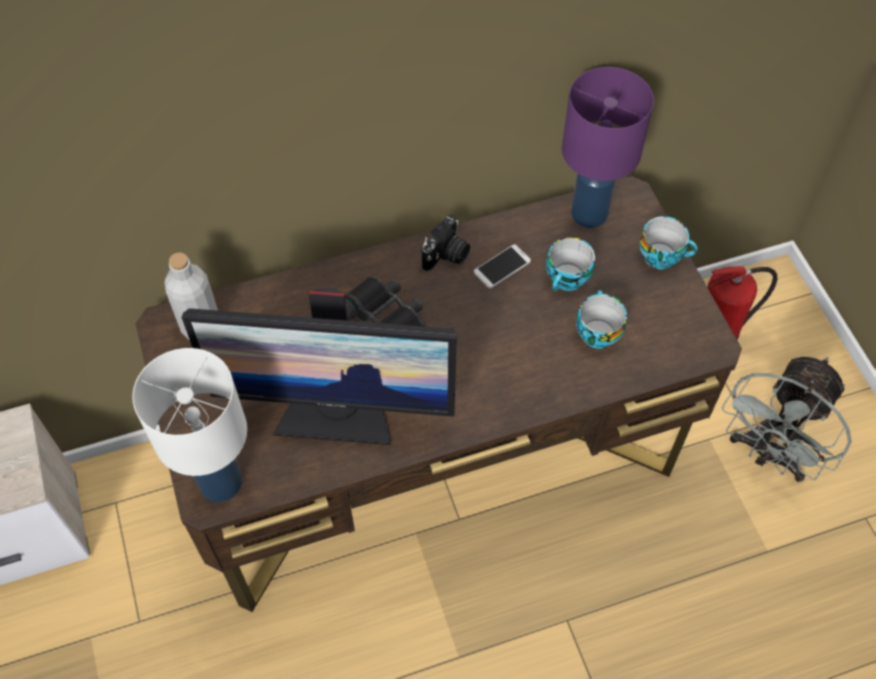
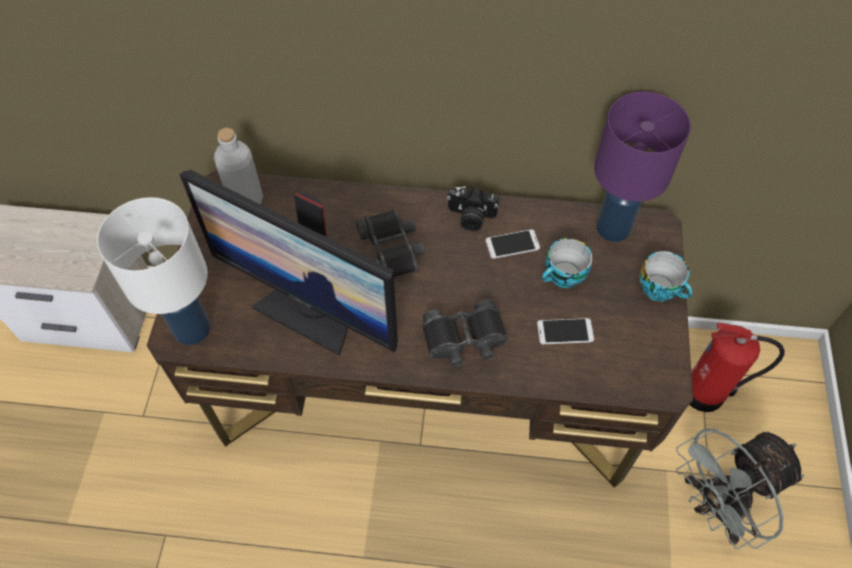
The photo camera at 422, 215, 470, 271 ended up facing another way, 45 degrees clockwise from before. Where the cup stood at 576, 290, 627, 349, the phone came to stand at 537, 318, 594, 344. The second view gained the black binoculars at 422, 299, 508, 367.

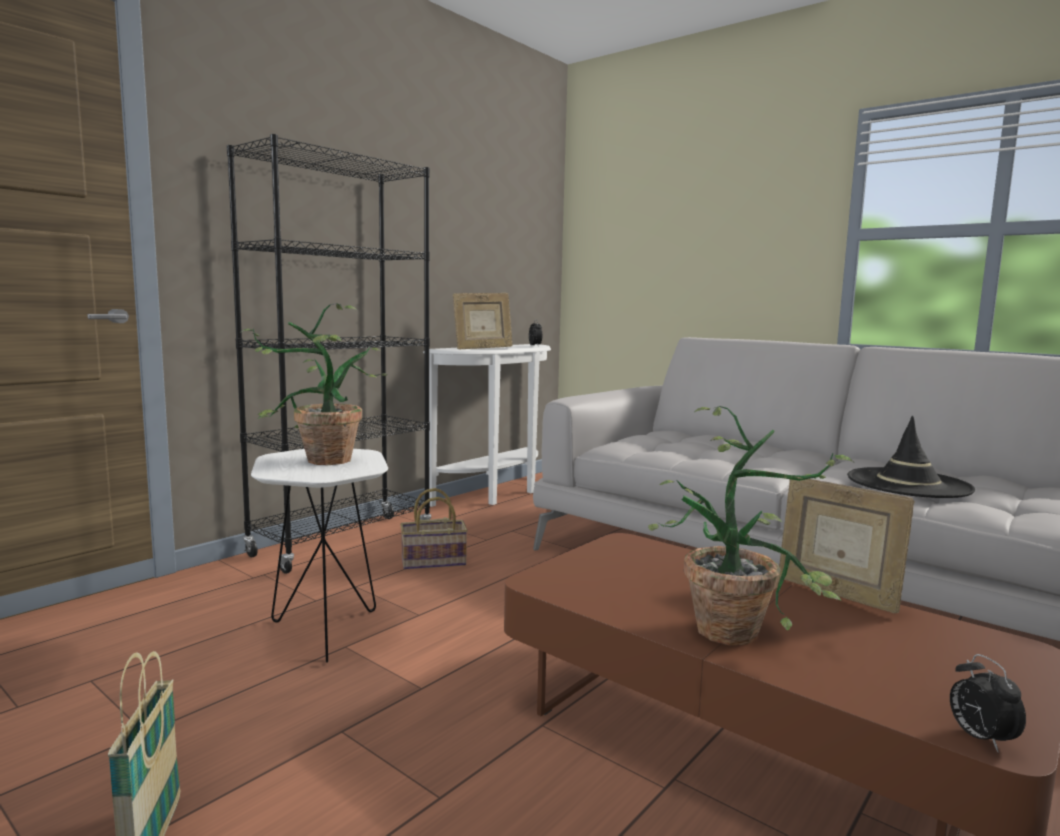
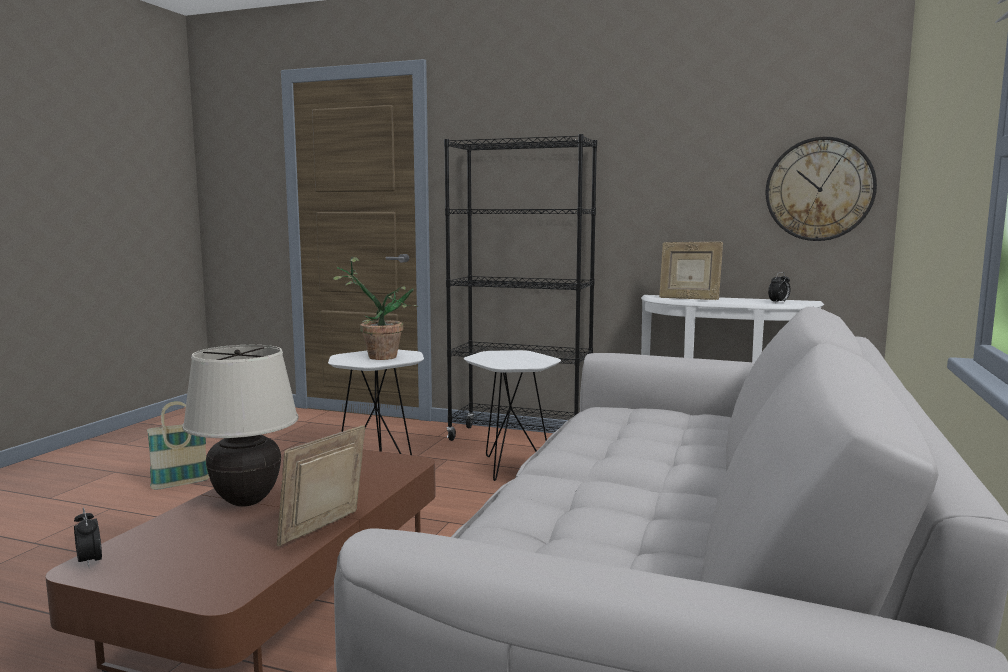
Where the basket stood at 400, 488, 468, 569, the white side table came to stand at 464, 350, 561, 481. Where the potted plant stood at 648, 406, 853, 645, the beige table lamp came to stand at 182, 345, 298, 507. The second view lost the black hat at 847, 415, 975, 498. The alarm clock at 950, 654, 1026, 753 ended up facing another way, 90 degrees counterclockwise from before. The second view gained the wall clock at 766, 137, 877, 241.

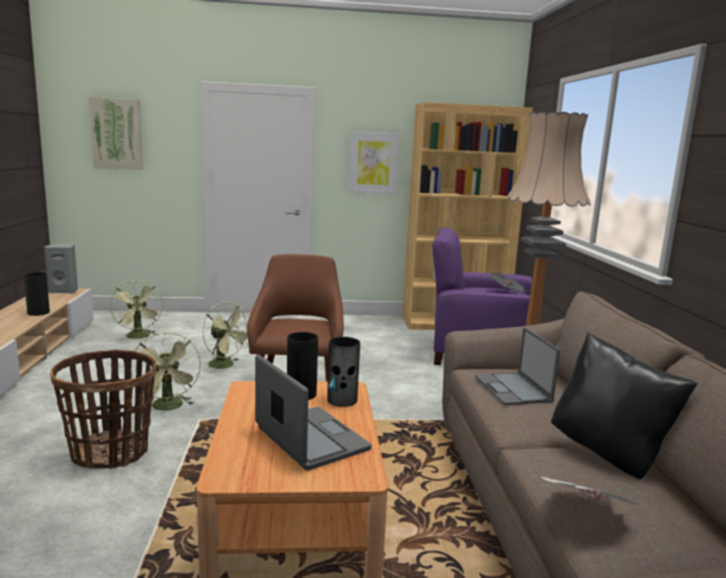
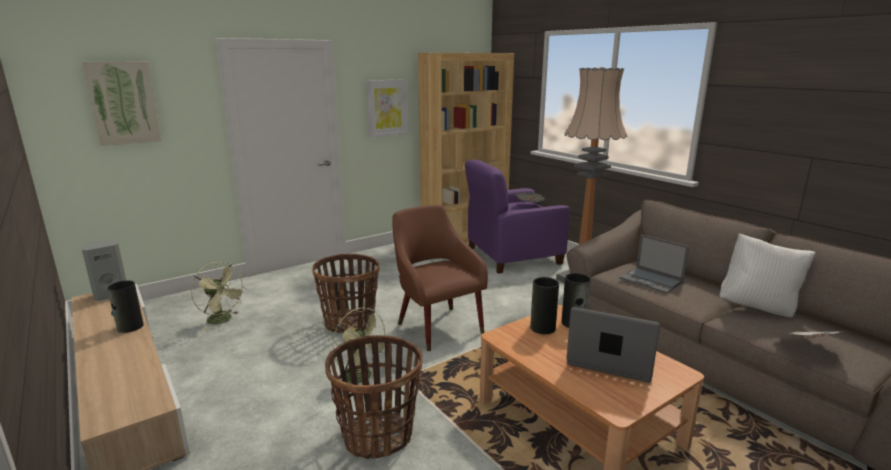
Where the green fan stood at 203, 302, 250, 373, the basket came to stand at 312, 254, 380, 333. What was the black pillow at 551, 332, 697, 479 turned into the white pillow at 720, 233, 816, 317.

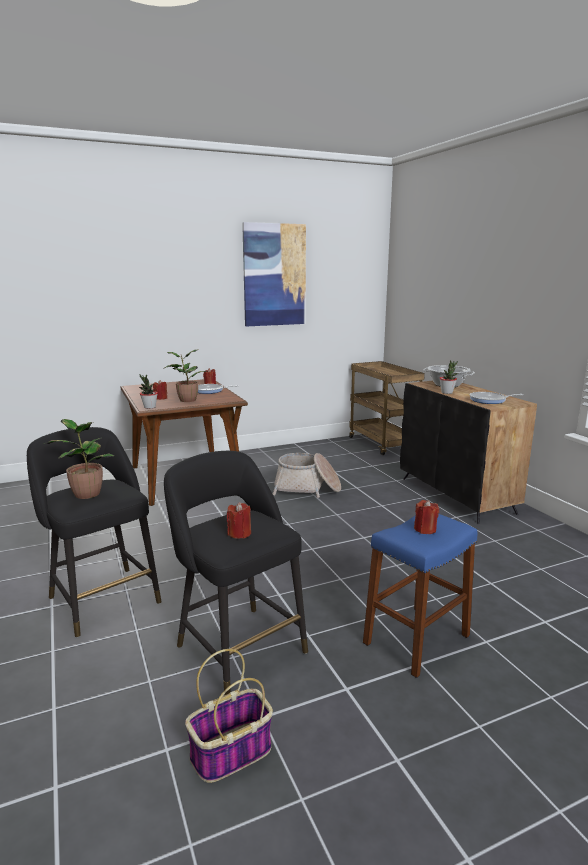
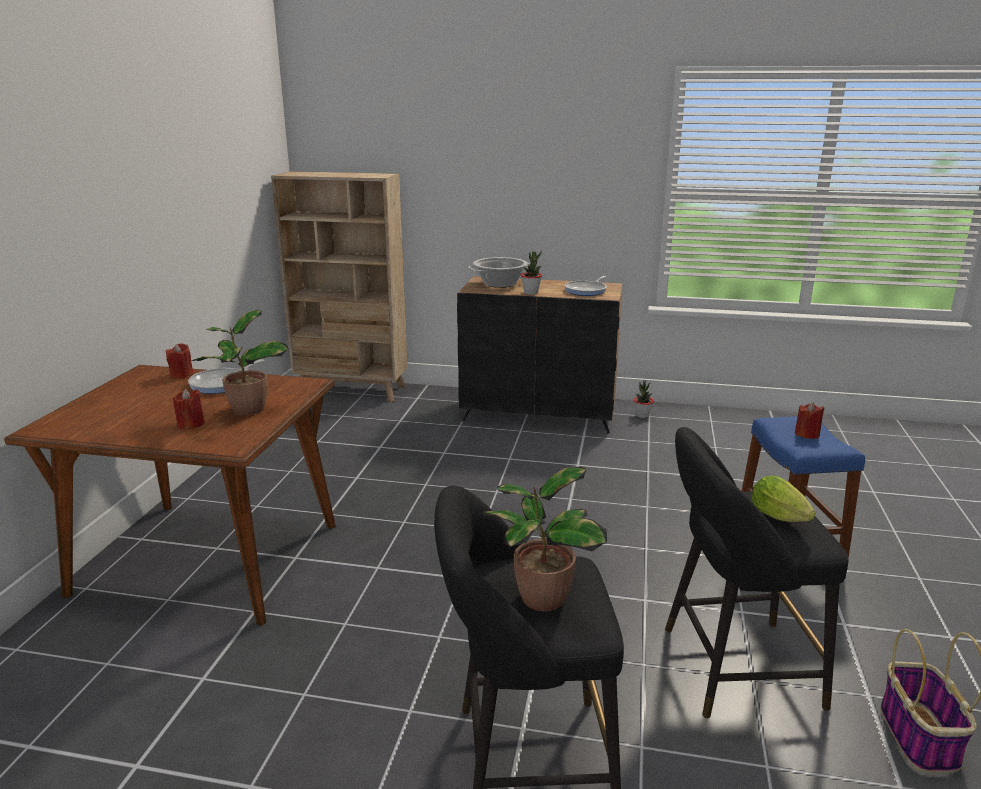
The potted plant ended up elsewhere, having gone from 139, 374, 158, 409 to 634, 380, 654, 418. Where the red candle stood at 227, 502, 251, 539, the lettuce came to stand at 751, 476, 816, 522. The second view lost the picture at 242, 222, 306, 327. The second view lost the basket at 273, 453, 341, 498. Where the brown cart stood at 349, 361, 425, 455, the beige bookcase came to stand at 271, 171, 408, 402.

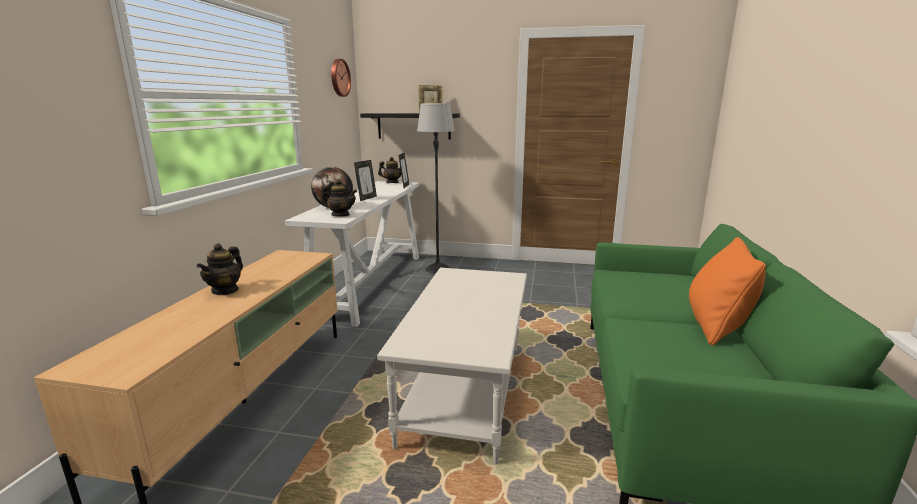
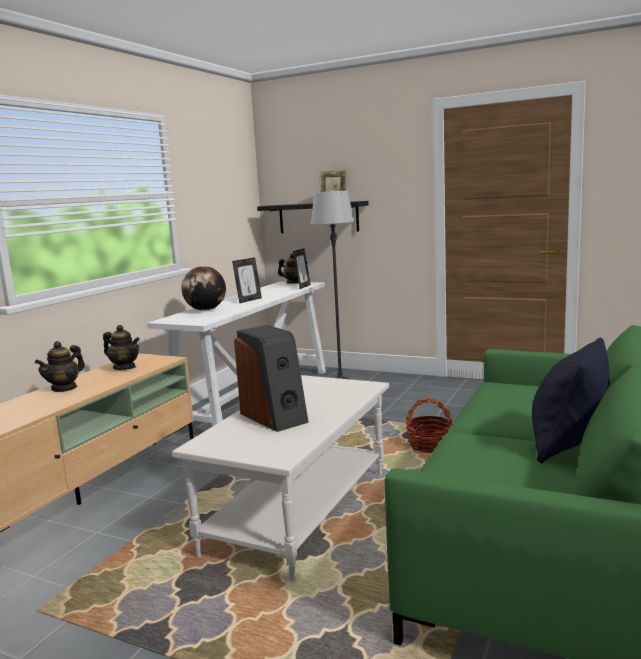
The teapot ended up elsewhere, having gone from 321, 179, 357, 216 to 103, 325, 140, 370. The second view lost the wall clock at 331, 59, 351, 97. What was the orange pillow at 689, 237, 766, 346 turned into the black pillow at 532, 338, 610, 463. The second view gained the speaker at 234, 325, 309, 432. The second view gained the basket at 406, 398, 453, 453.

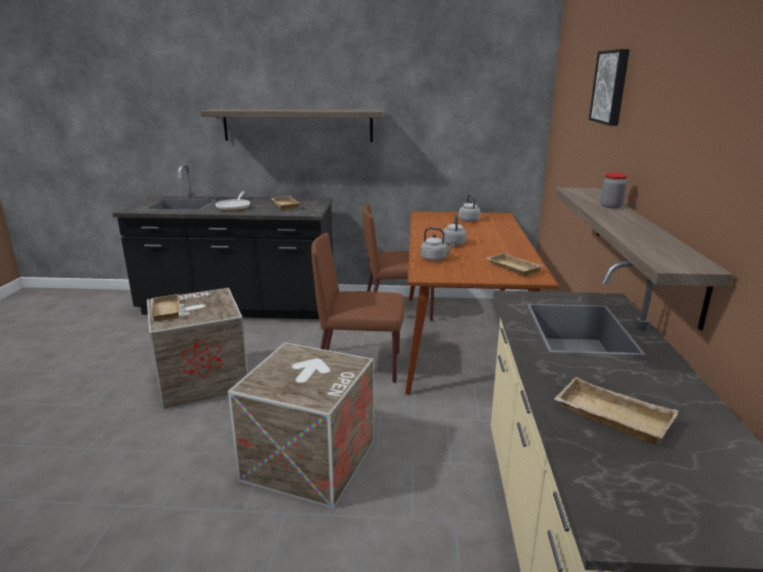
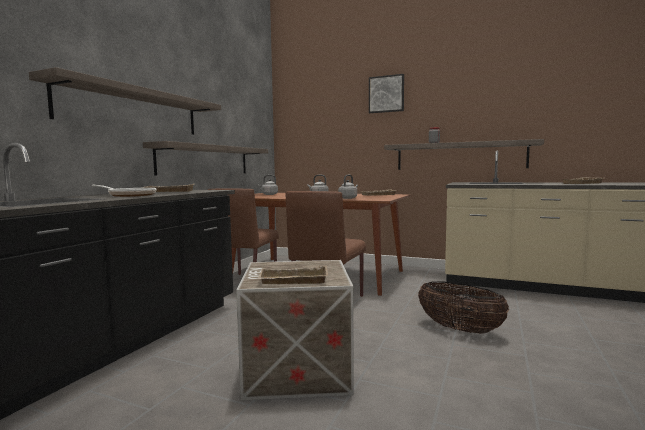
Where the crate stood at 228, 342, 374, 509, the basket came to stand at 418, 281, 510, 334. The second view gained the shelf at 143, 141, 268, 175.

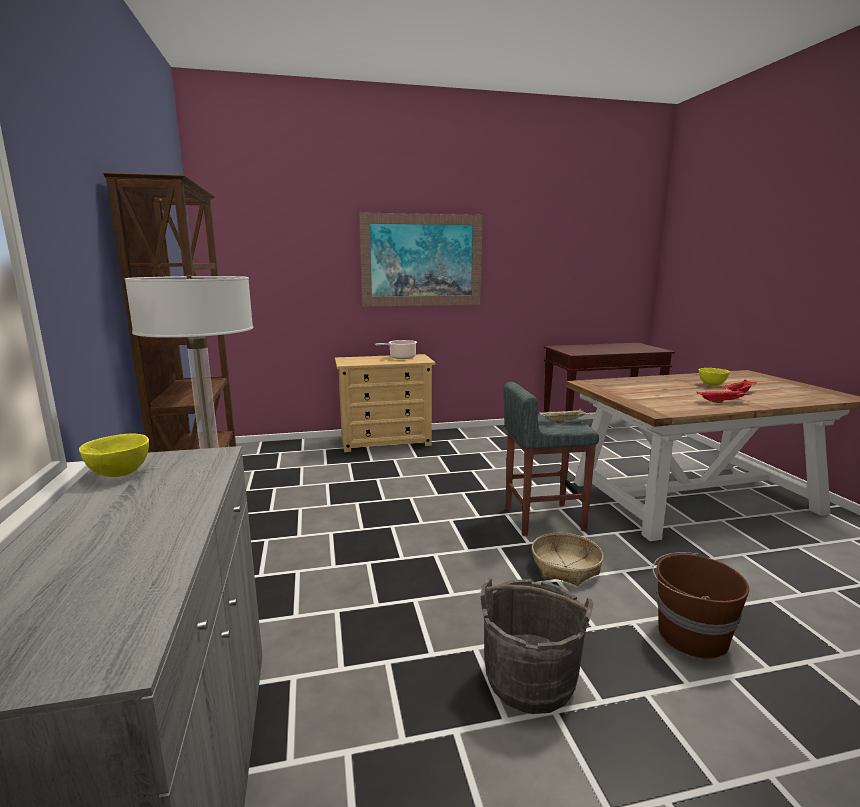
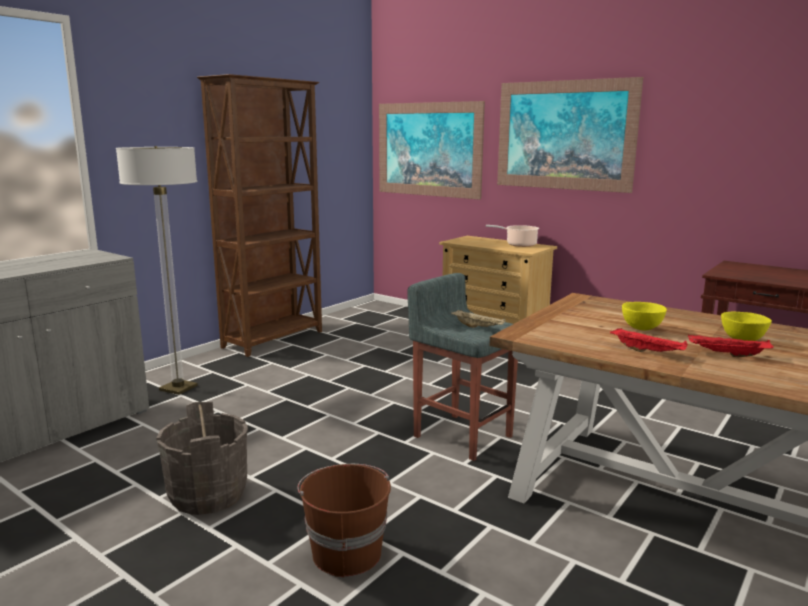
The yellow bowl ended up elsewhere, having gone from 79, 434, 149, 477 to 622, 302, 667, 330. The second view lost the basket at 532, 533, 604, 586. The second view gained the picture at 379, 101, 485, 200.

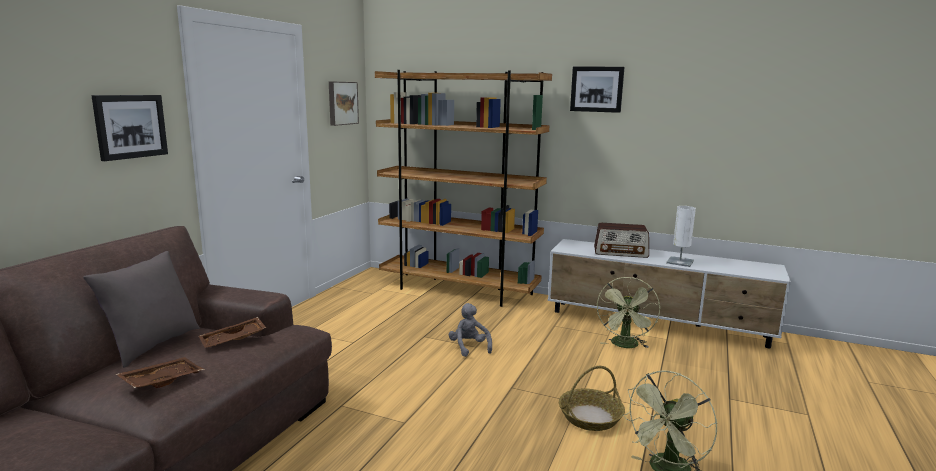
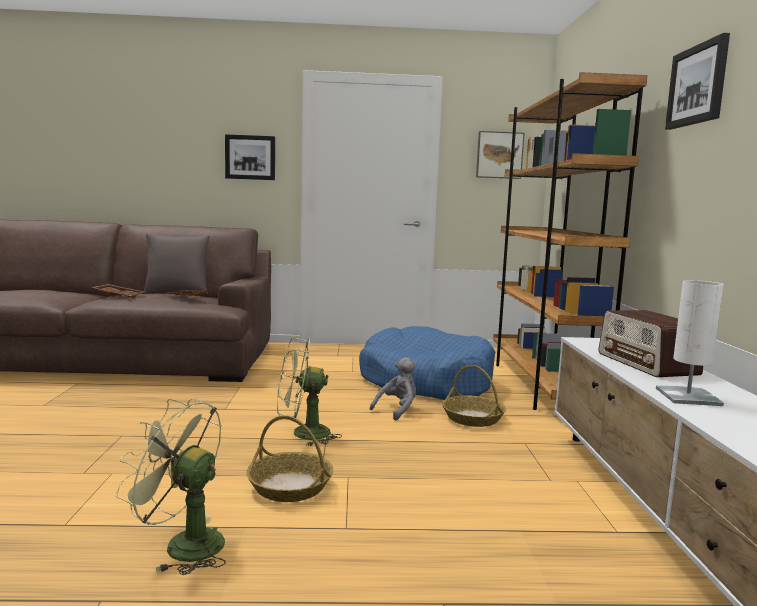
The green fan ended up elsewhere, having gone from 597, 277, 660, 348 to 277, 336, 342, 446. The second view gained the blue dog bed at 359, 326, 495, 400. The second view gained the basket at 442, 365, 506, 427.

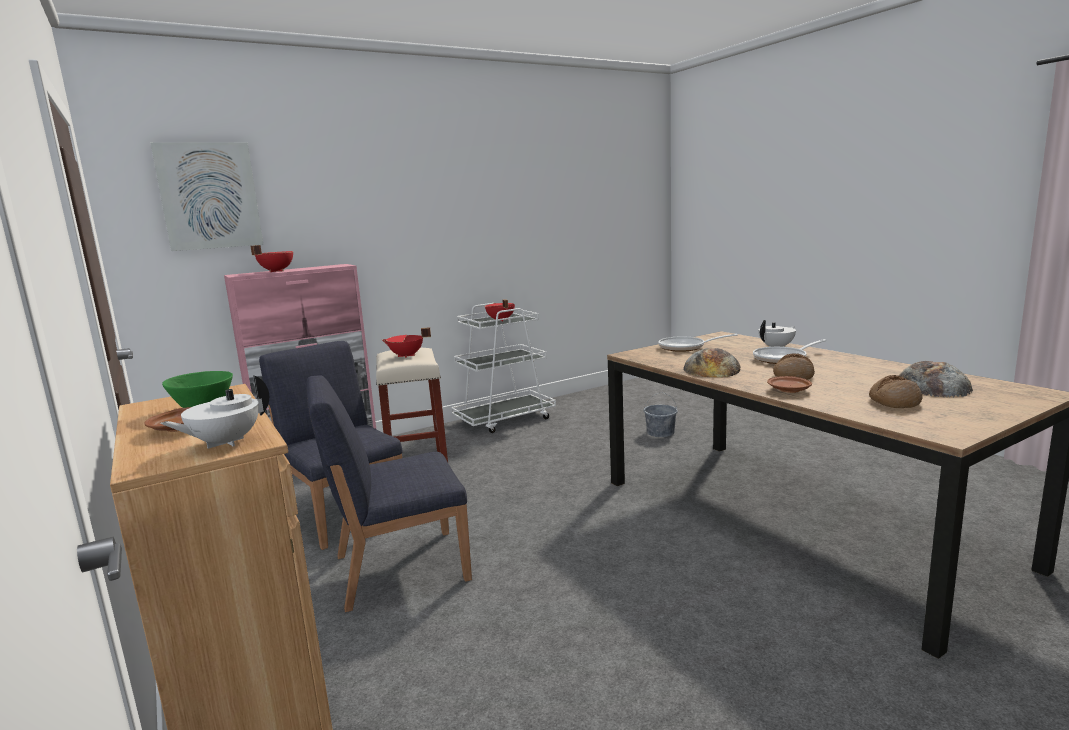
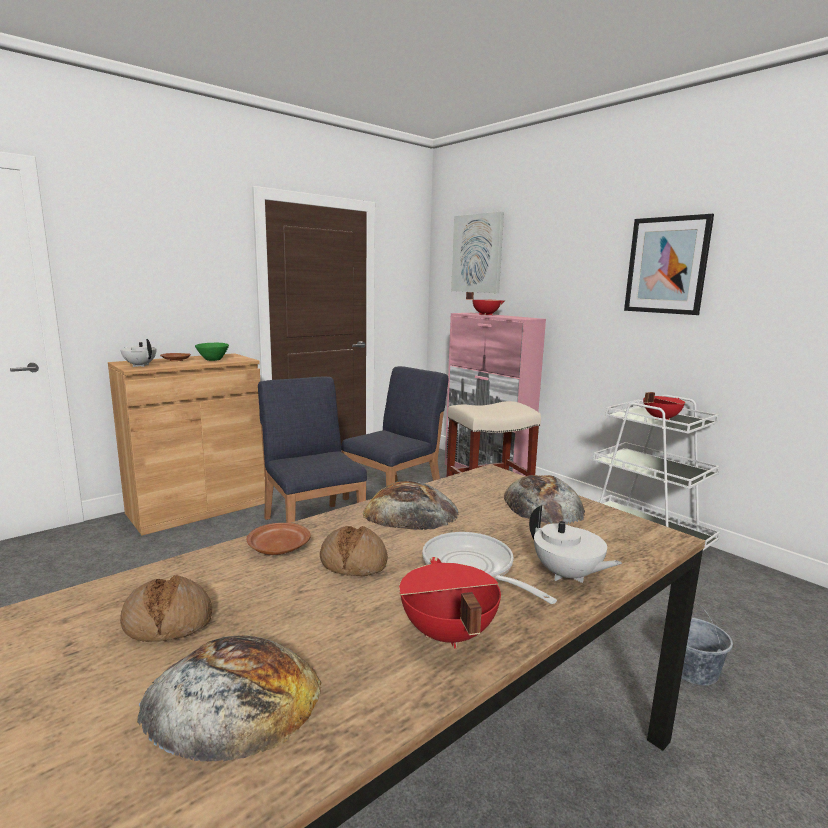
The red cooking pot ended up elsewhere, having gone from 382, 327, 431, 358 to 399, 557, 501, 649. Where the frying pan stood at 658, 334, 738, 352, the bread came to stand at 504, 475, 585, 524. The second view gained the picture at 624, 214, 714, 315.

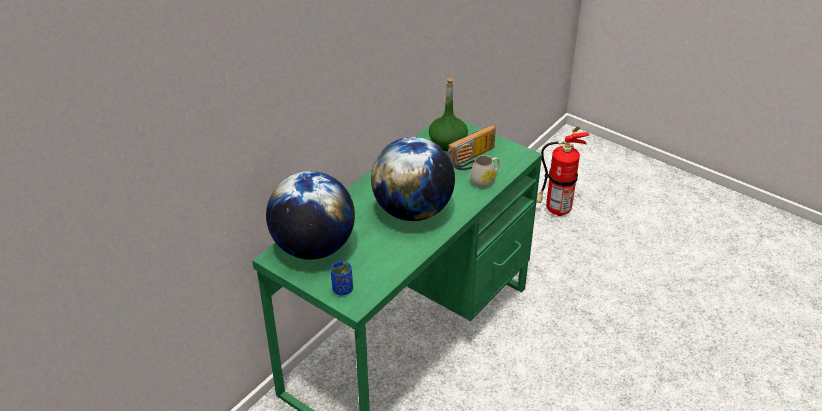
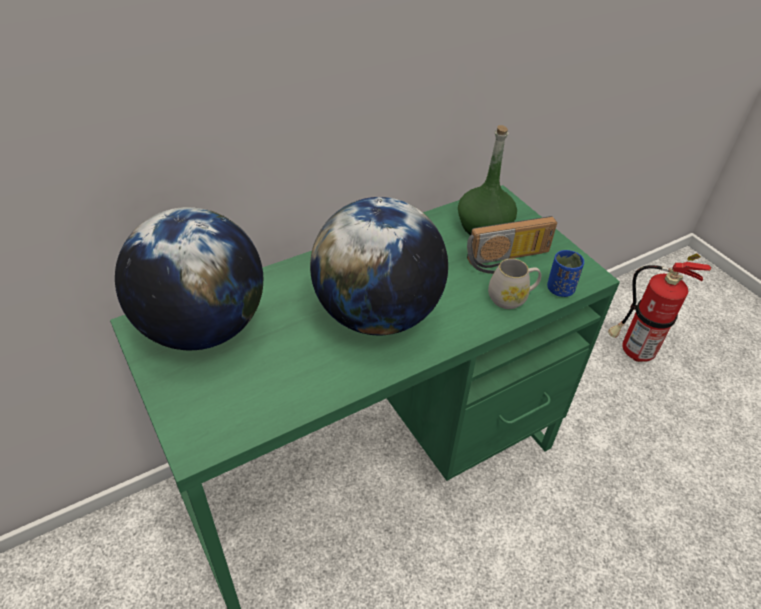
The blue cup ended up elsewhere, having gone from 331, 261, 353, 295 to 547, 250, 584, 297.

